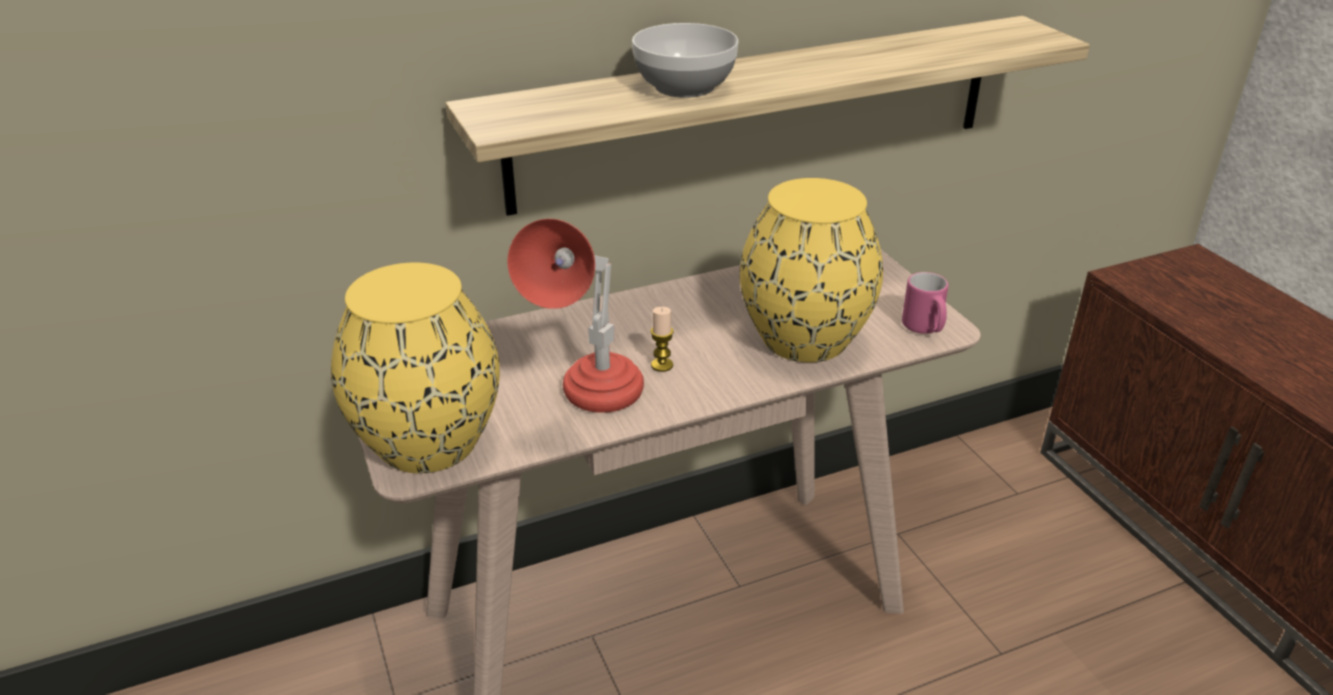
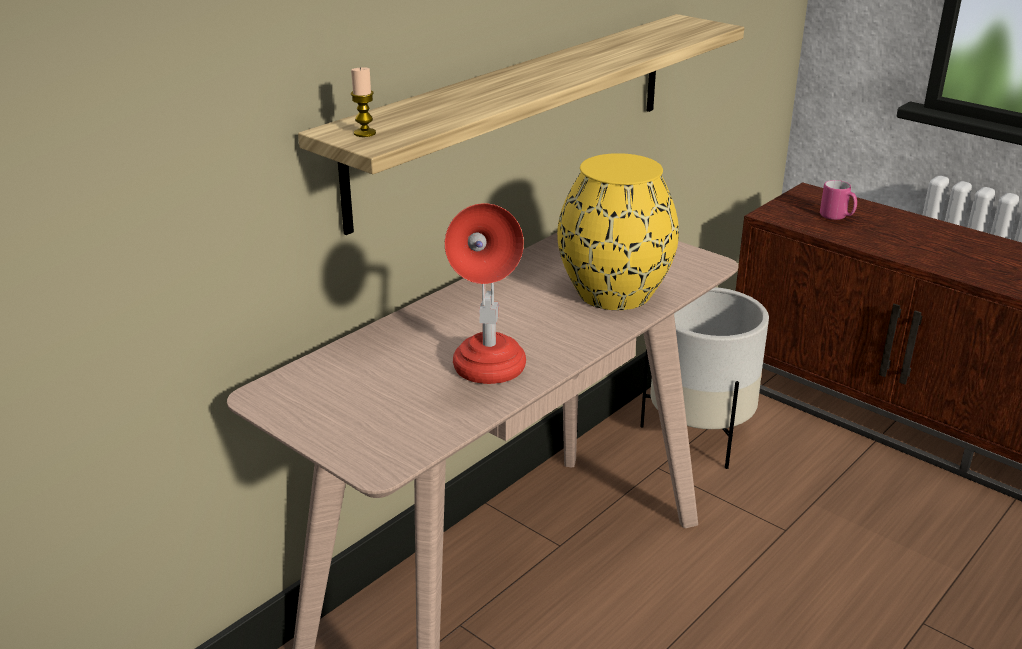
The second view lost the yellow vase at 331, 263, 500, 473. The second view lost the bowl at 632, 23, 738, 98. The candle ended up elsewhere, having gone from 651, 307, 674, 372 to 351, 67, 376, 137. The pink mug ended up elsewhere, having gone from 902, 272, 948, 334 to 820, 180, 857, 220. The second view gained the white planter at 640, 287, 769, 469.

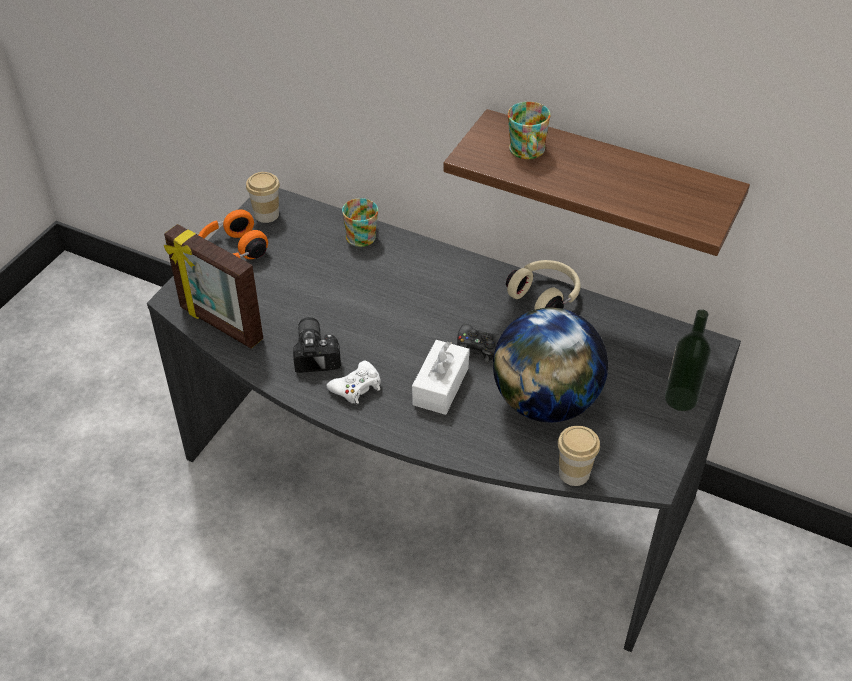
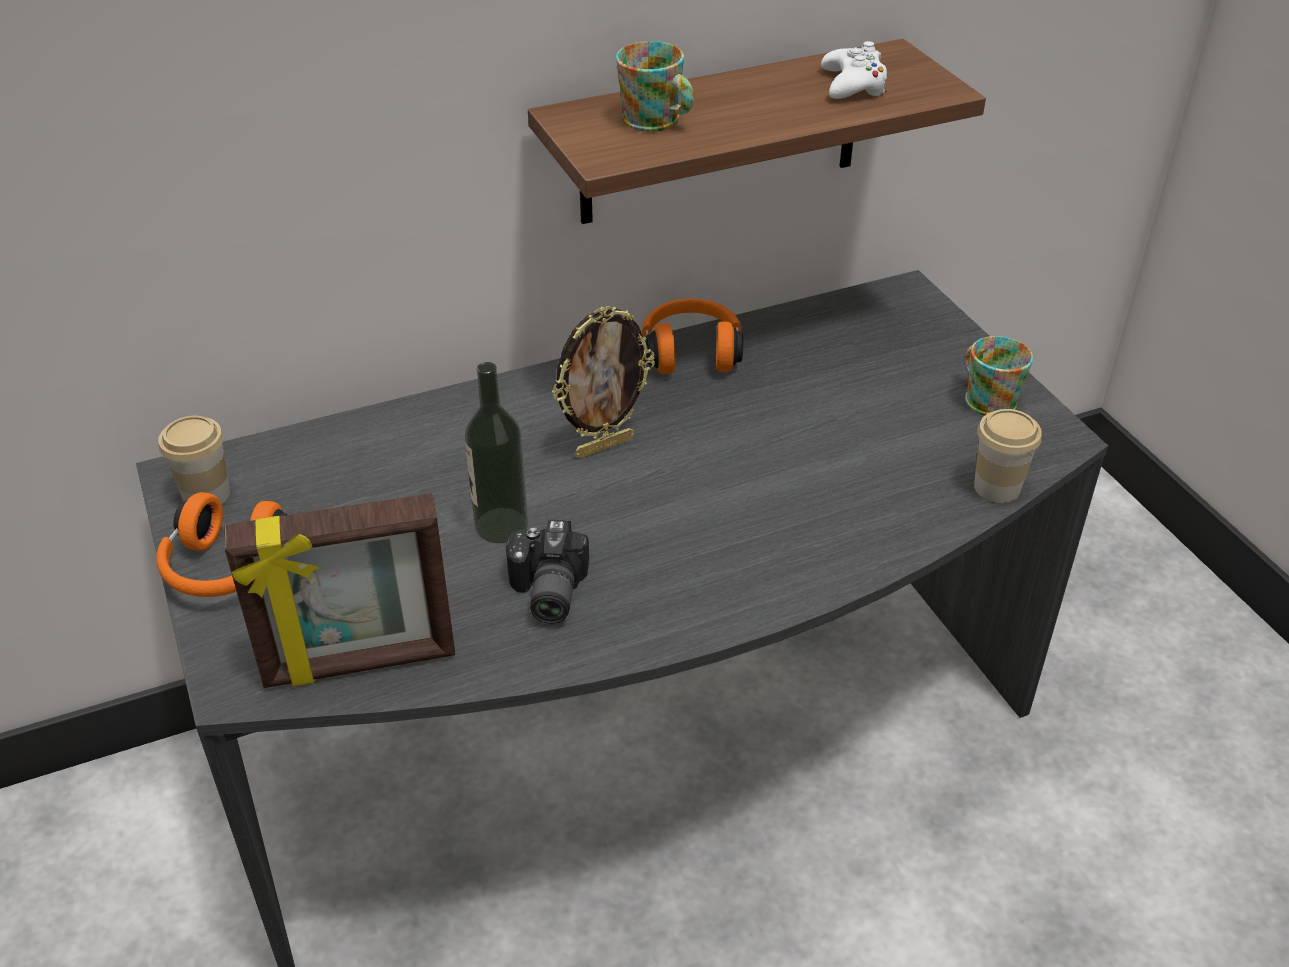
The photo camera at 293, 317, 341, 373 ended up facing another way, 120 degrees counterclockwise from before. The white game controller ended up elsewhere, having gone from 327, 361, 381, 405 to 821, 41, 887, 99. The mug ended up elsewhere, having gone from 342, 198, 378, 247 to 965, 336, 1033, 416. The second view lost the white tissue box at 412, 340, 469, 415. The second view lost the black game controller at 457, 324, 502, 362. The second view lost the globe at 493, 308, 608, 422. What was the beige headphones at 506, 260, 581, 310 turned into the orange headphones at 642, 299, 743, 374. The bottle ended up elsewhere, having gone from 665, 309, 711, 411 to 464, 362, 528, 543. The second view gained the picture frame at 552, 306, 655, 459.

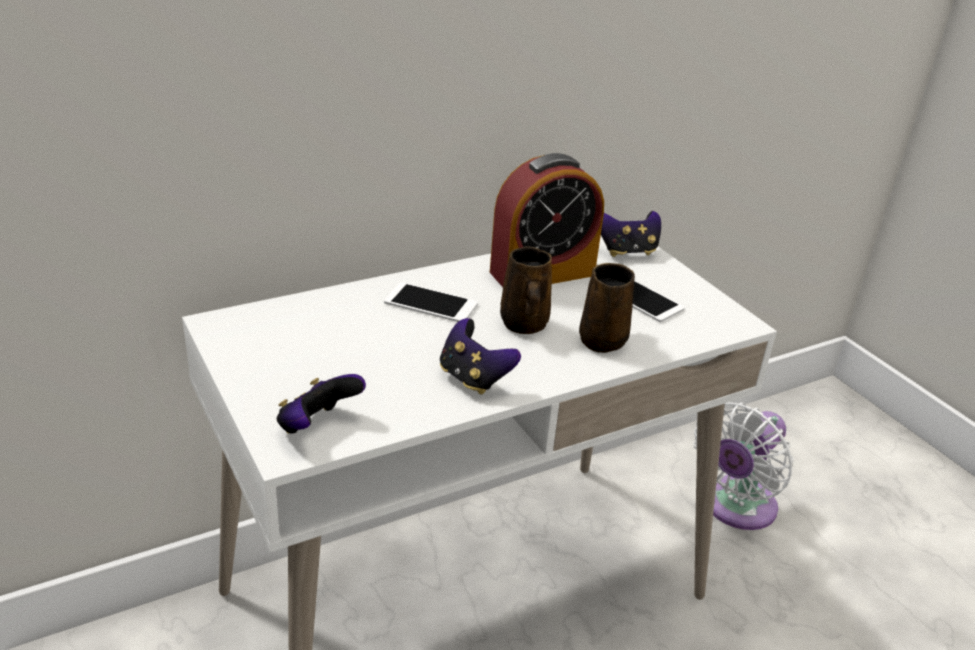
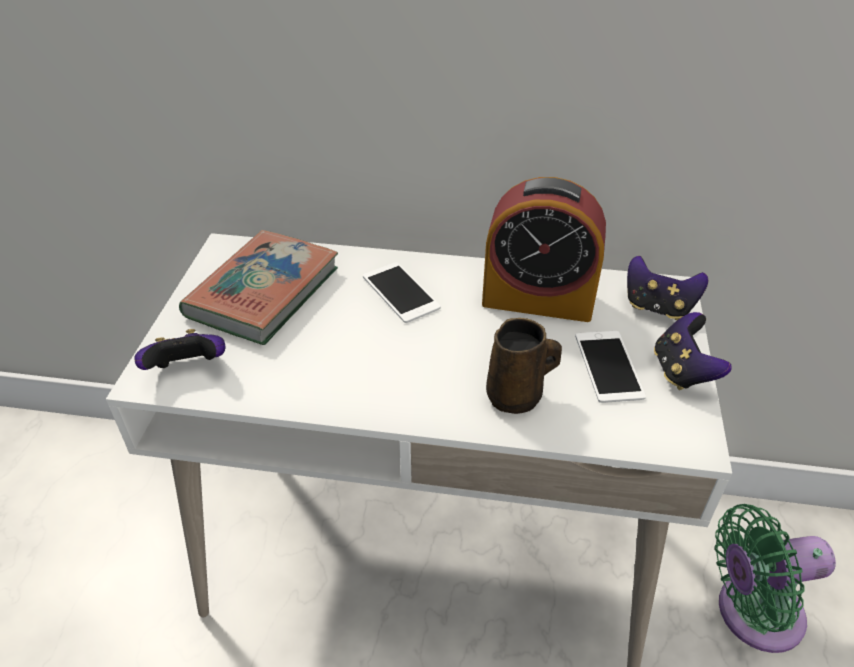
The game controller ended up elsewhere, having gone from 440, 318, 521, 395 to 654, 312, 732, 390. The second view lost the brown mug at 500, 247, 552, 334. What was the white fan at 693, 402, 794, 530 turned into the green fan at 715, 504, 836, 653. The second view gained the book at 179, 230, 338, 345.

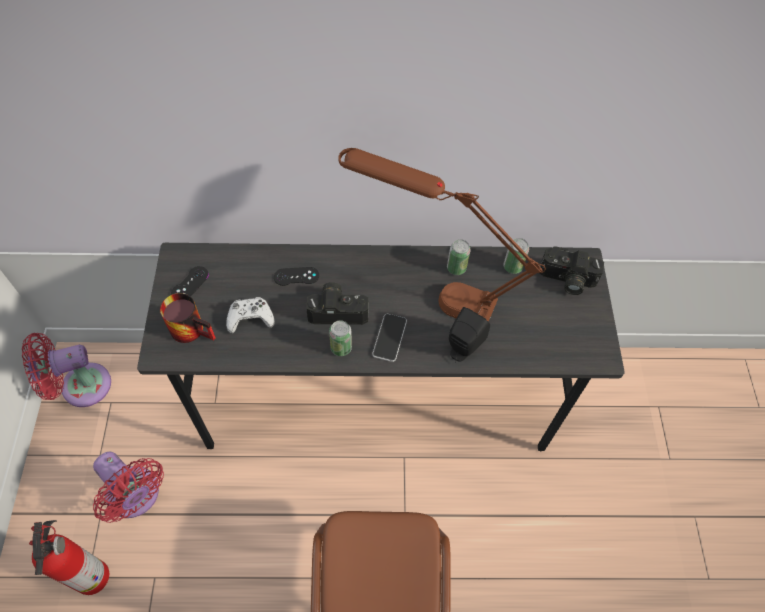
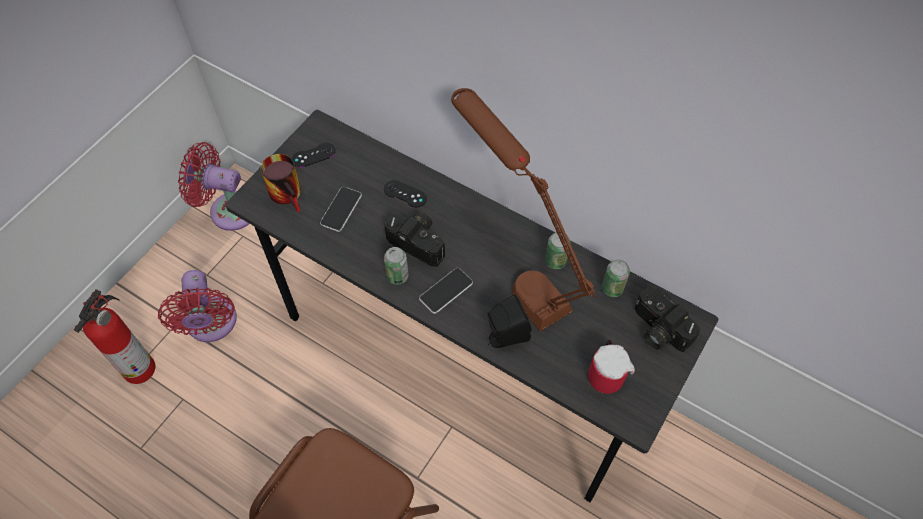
Where the white game controller stood at 226, 297, 275, 333, the phone came to stand at 320, 187, 362, 232. The second view gained the mug at 588, 340, 635, 394.

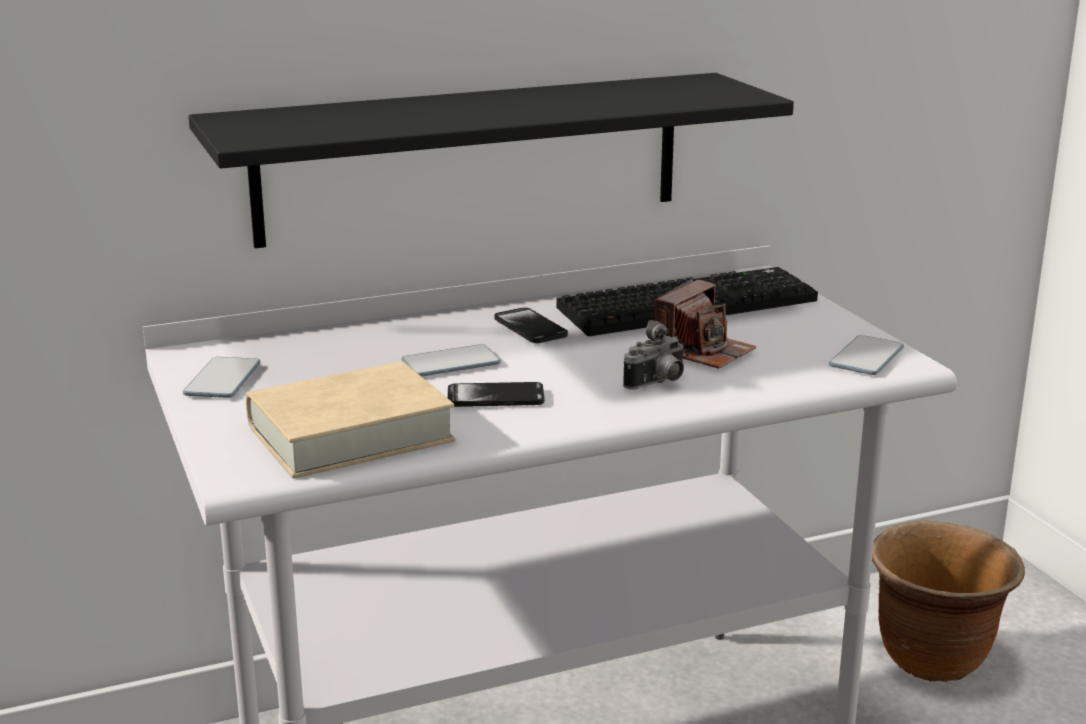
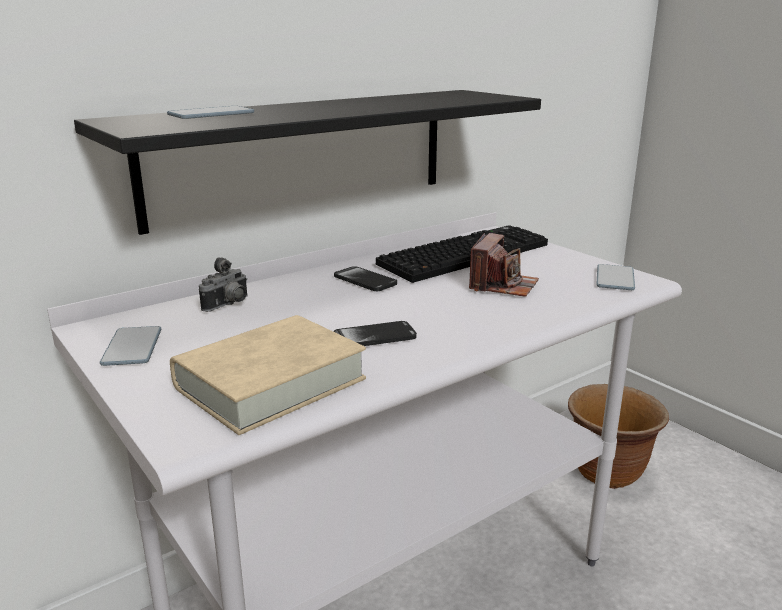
The phone ended up elsewhere, having gone from 401, 344, 501, 377 to 167, 106, 254, 119. The photo camera ended up elsewhere, having gone from 623, 320, 685, 390 to 199, 258, 248, 312.

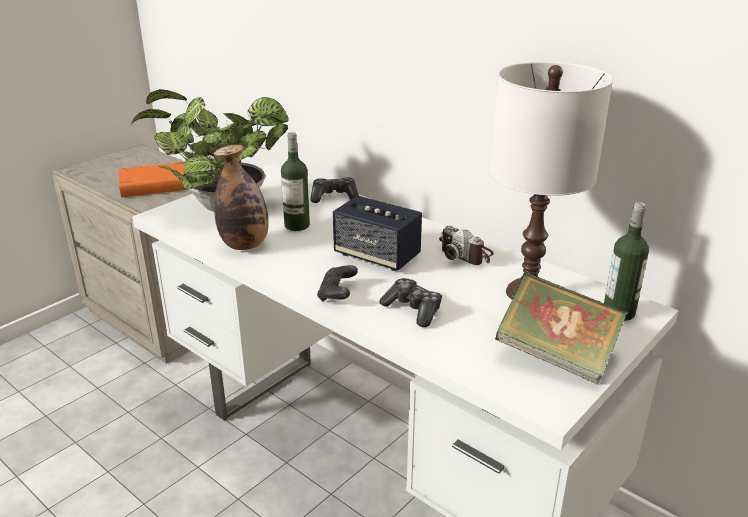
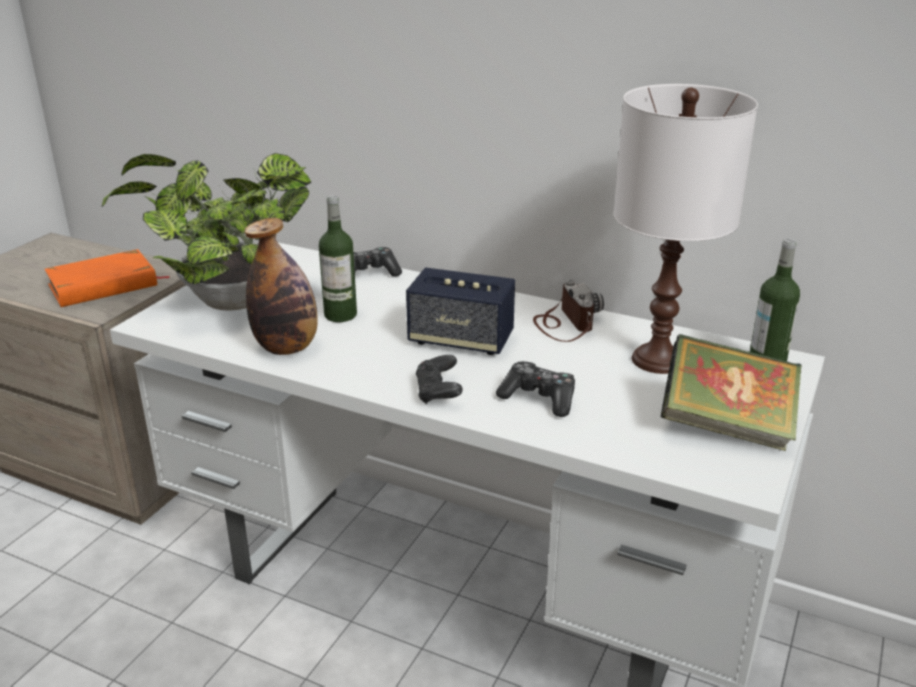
The photo camera at 439, 226, 494, 265 ended up facing another way, 135 degrees counterclockwise from before.

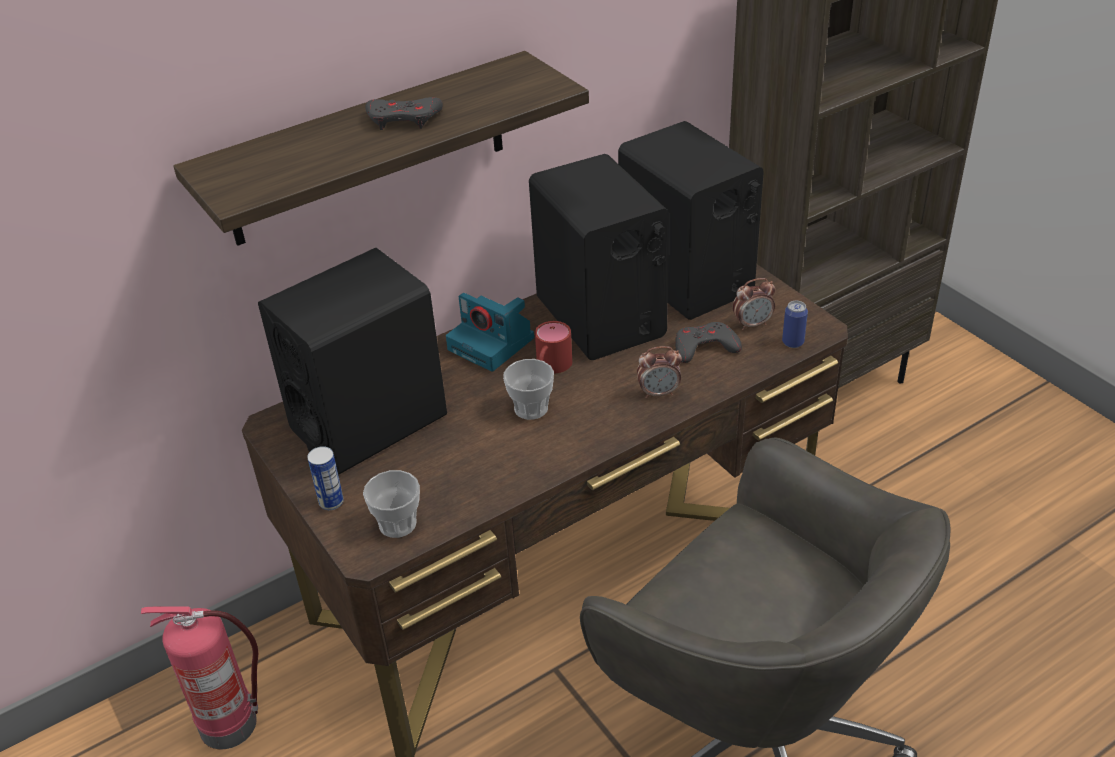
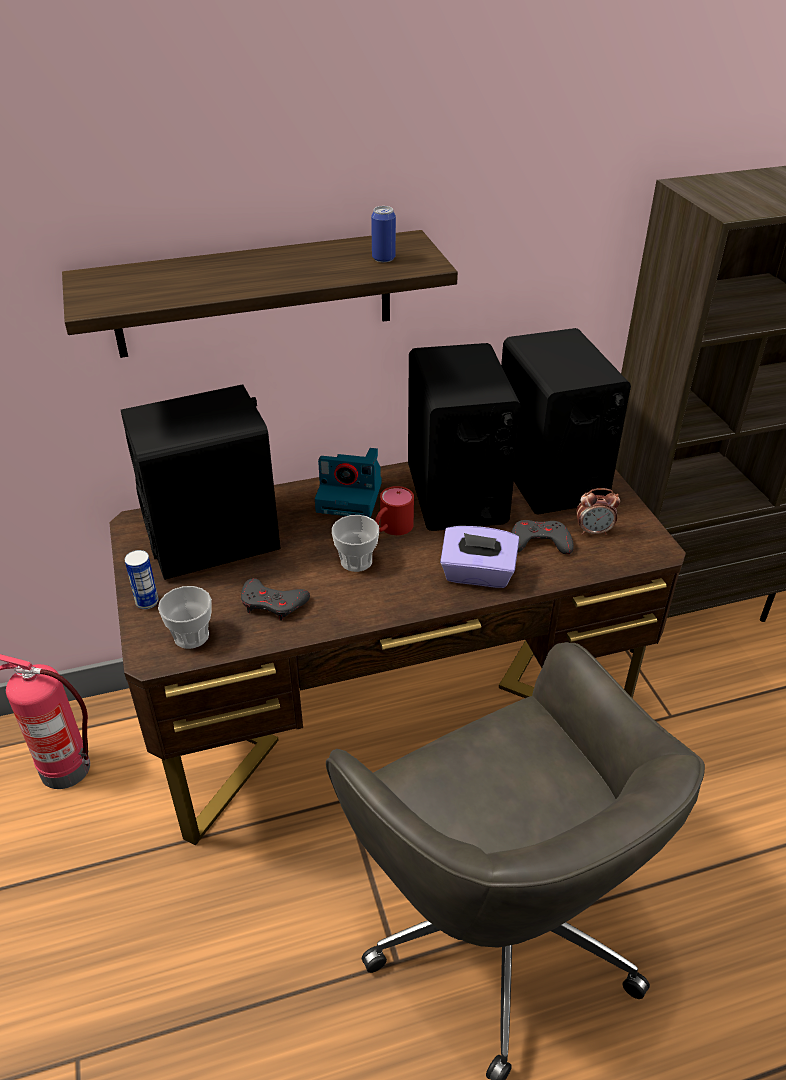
The grey game controller ended up elsewhere, having gone from 365, 97, 443, 130 to 241, 578, 310, 621. The photo camera at 446, 293, 534, 371 ended up facing another way, 45 degrees counterclockwise from before. Where the alarm clock stood at 637, 346, 682, 398, the purple tissue box came to stand at 440, 526, 519, 588. The can ended up elsewhere, having gone from 782, 301, 808, 348 to 371, 206, 396, 262.

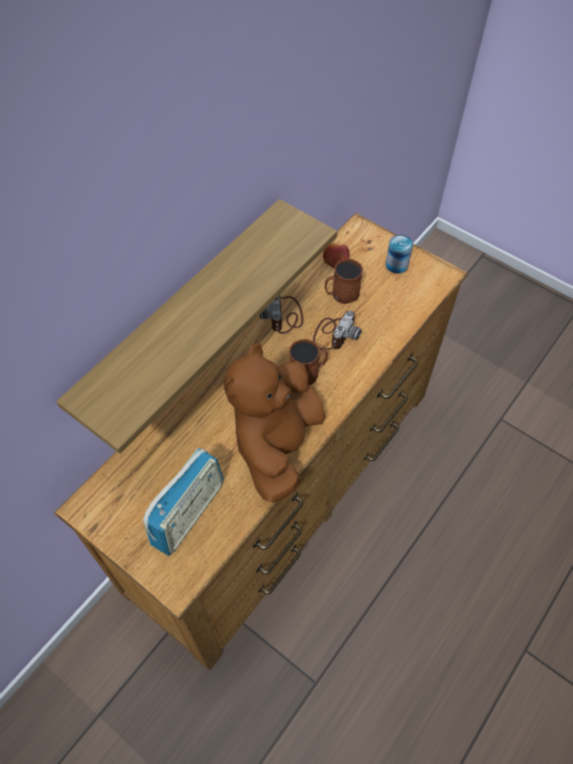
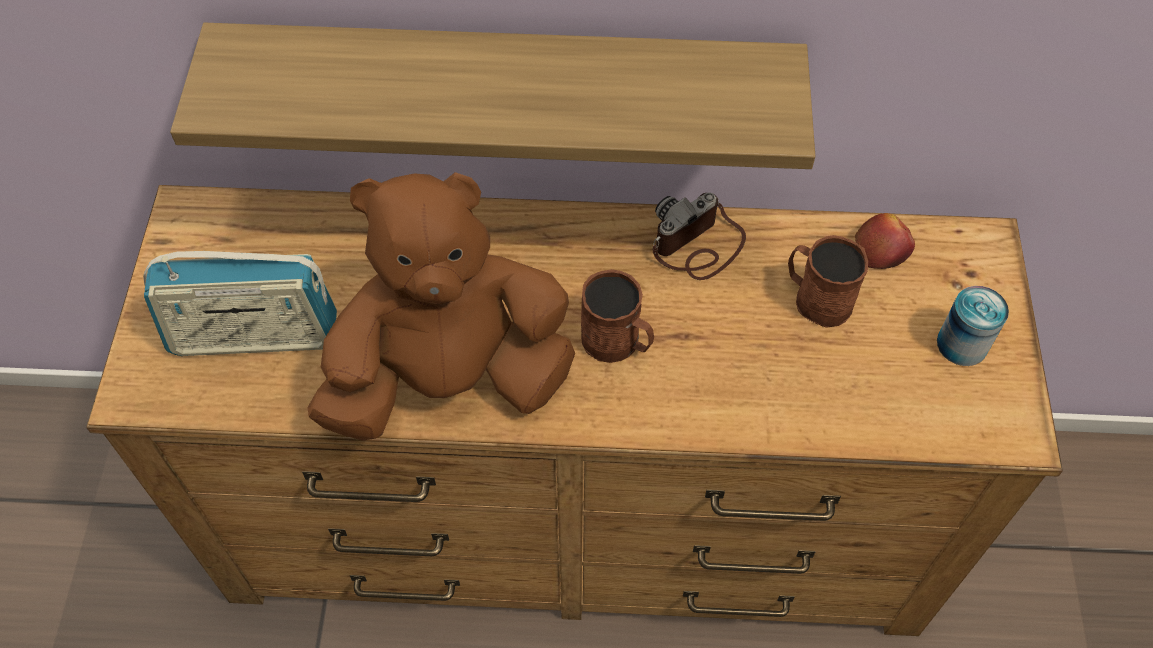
The second view lost the photo camera at 313, 310, 362, 350.

